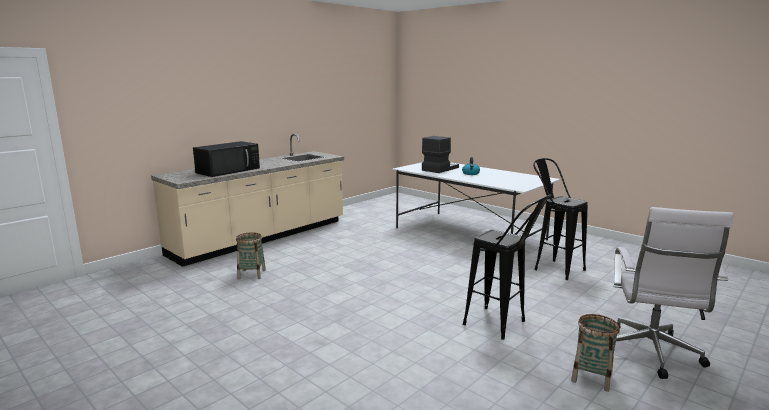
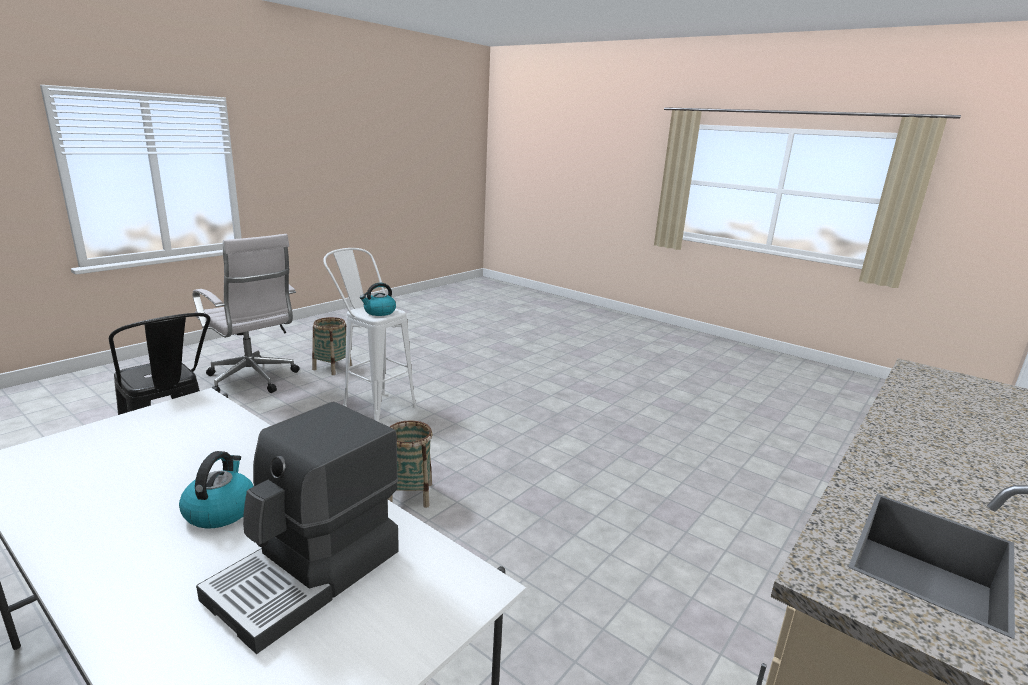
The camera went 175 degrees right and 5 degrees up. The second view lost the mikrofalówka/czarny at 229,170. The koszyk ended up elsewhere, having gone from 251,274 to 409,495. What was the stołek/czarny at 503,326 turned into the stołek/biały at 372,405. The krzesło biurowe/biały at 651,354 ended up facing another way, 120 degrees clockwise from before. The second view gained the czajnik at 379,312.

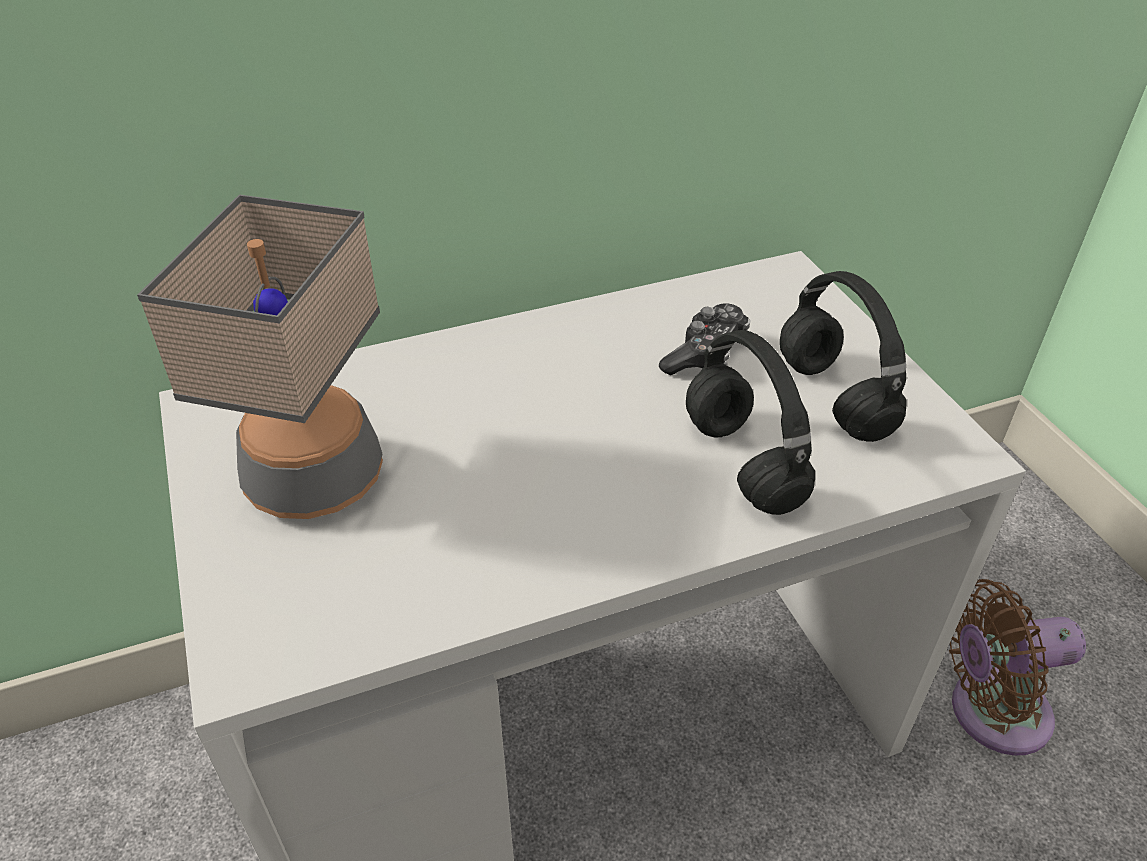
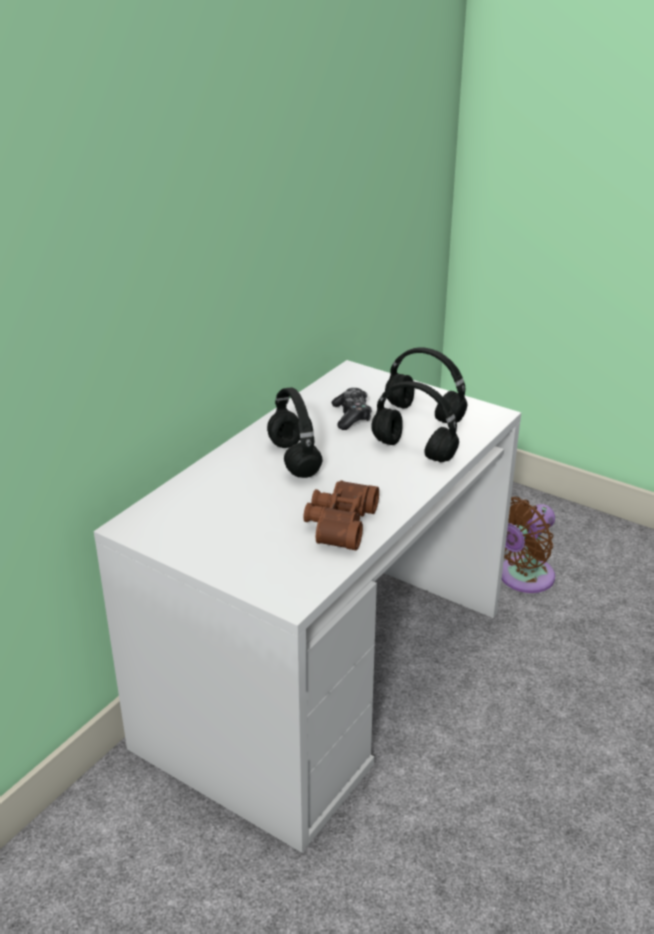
The camera went 35 degrees left and 10 degrees down. The second view lost the lampa stołowa at 314,478. The second view gained the słuchawki/czarny at 293,459. The second view gained the lornetka/brązowy at 338,524.

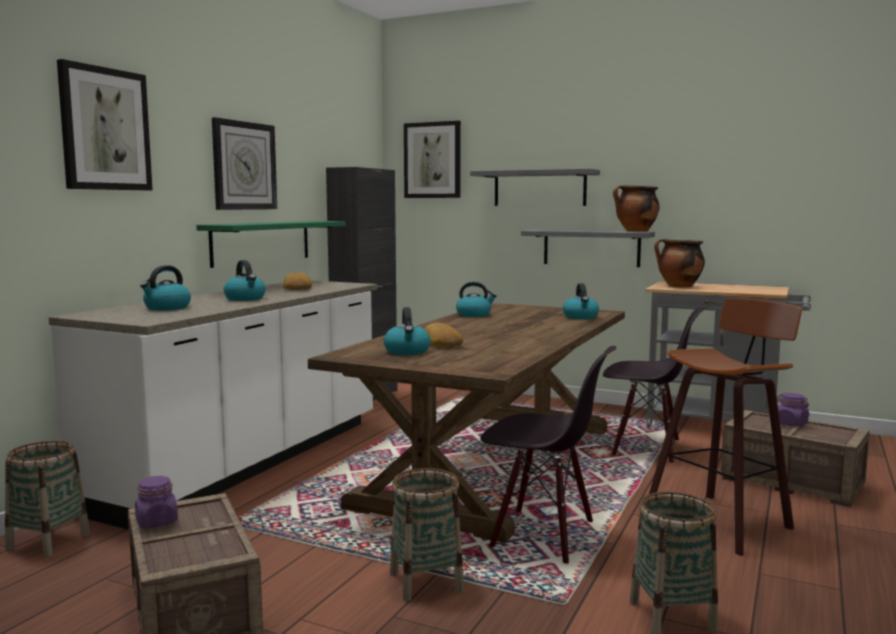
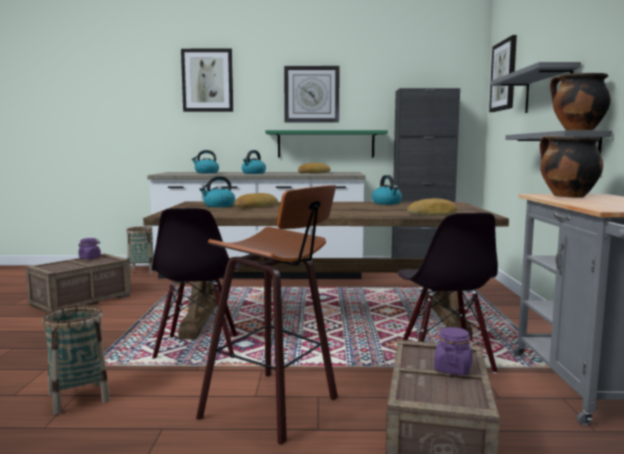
The camera went 65 degrees right and 0 degrees up. The second view lost the koszyk at 425,582. Where the czajnik stood at 581,317, the chleb came to stand at 433,214.

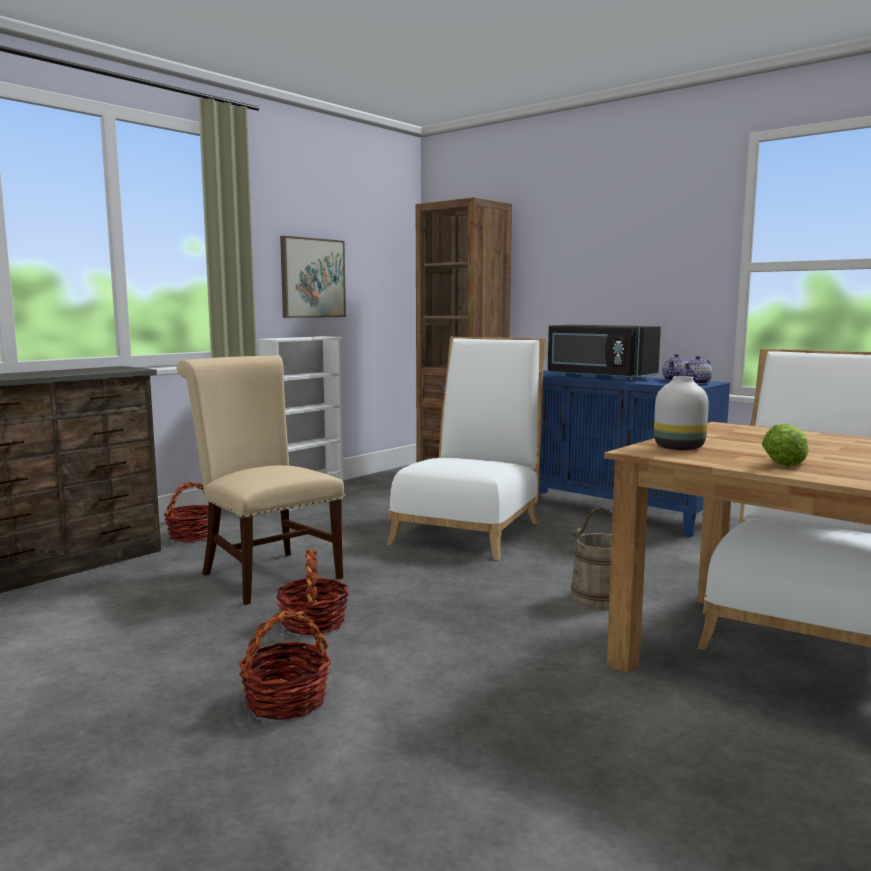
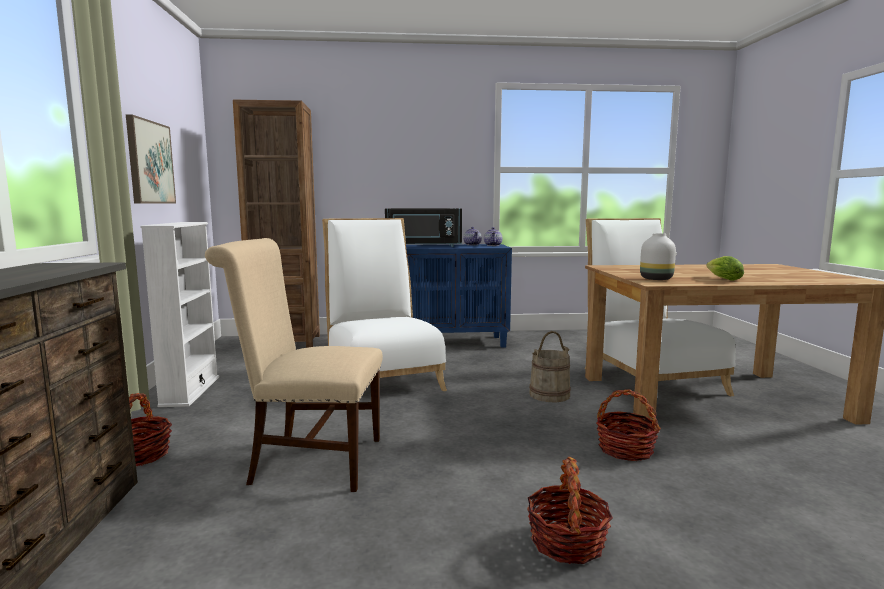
The camera went 45 degrees left and 0 degrees up. The koszyk ended up elsewhere, having gone from 313,623 to 625,449.

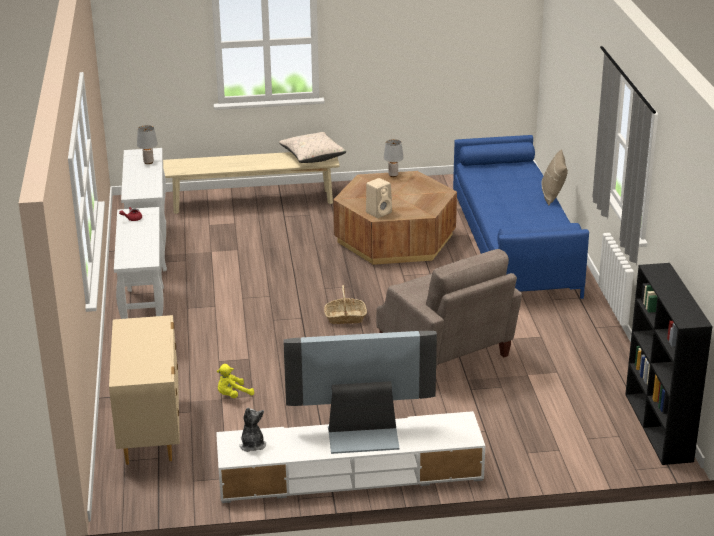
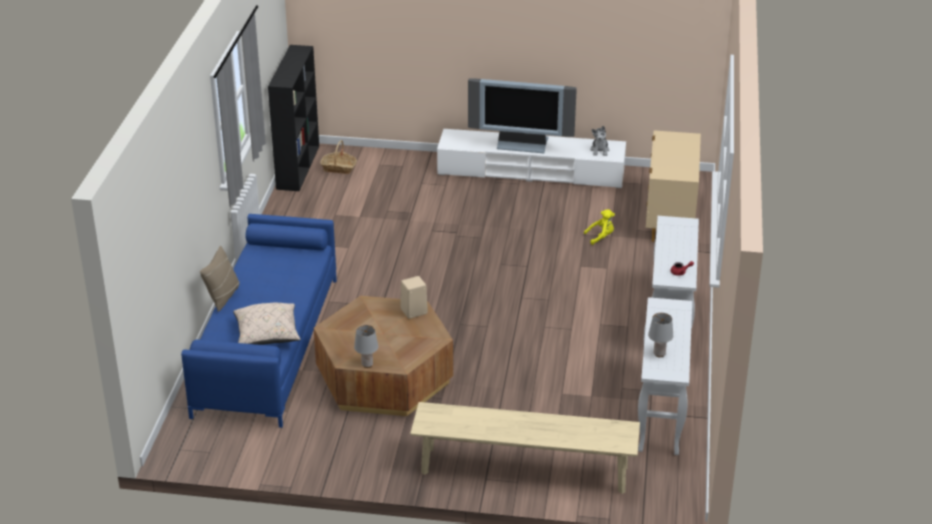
The camera went 165 degrees left and 5 degrees up. The poduszka/beżowy ended up elsewhere, having gone from 312,156 to 267,335. The koszyk ended up elsewhere, having gone from 345,317 to 339,168. The second view lost the fotel/beżowy at 446,353.

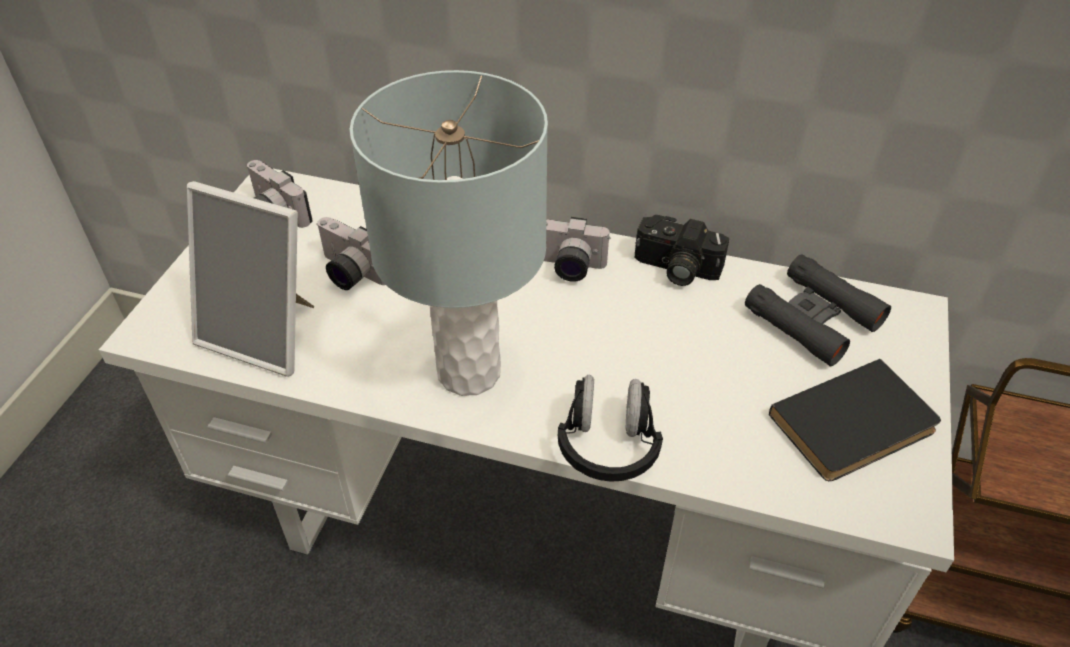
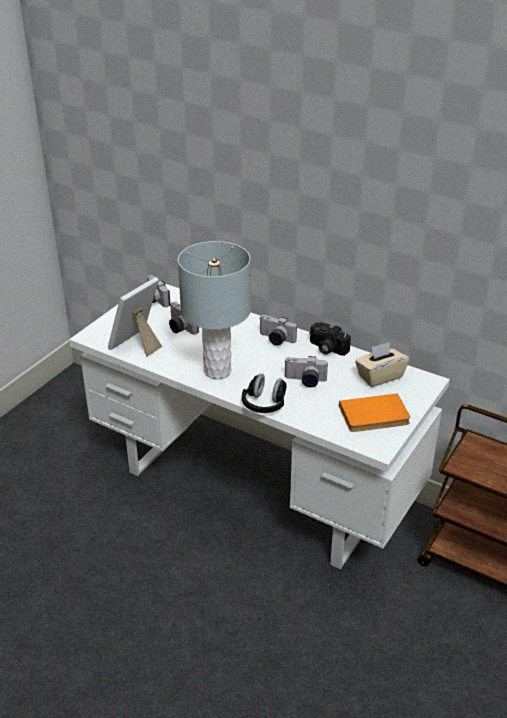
The camera went 15 degrees right and 10 degrees down. The ramka na zdjęcie at 266,334 ended up facing another way, 90 degrees clockwise from before. Where the lornetka/czarny stood at 813,318, the pudełko chusteczek/beżowy came to stand at 380,376. What was the książka/czarny at 856,426 turned into the książka/pomarańczowy at 374,416. The second view gained the aparat fotograficzny at 305,381.

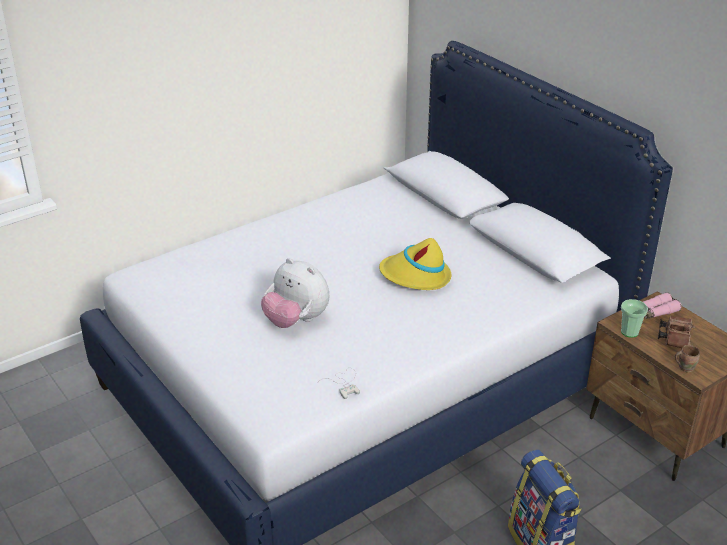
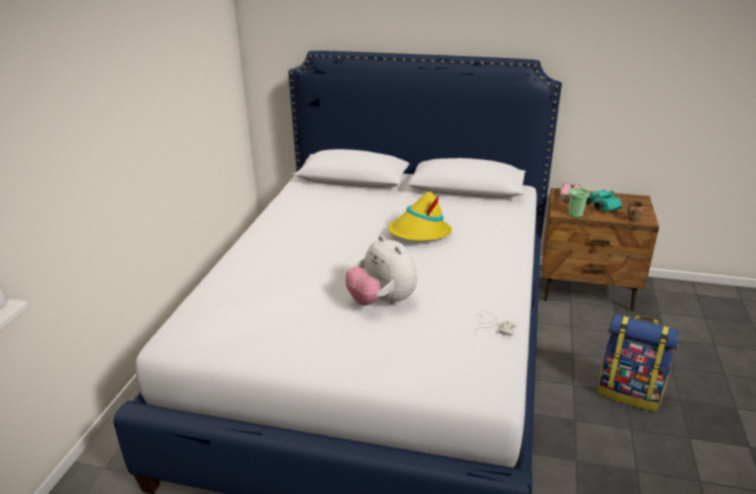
The camera went 40 degrees left and 5 degrees down. The pluszak at 296,320 ended up facing another way, 60 degrees clockwise from before. What was the lornetka/brązowy at 675,337 turned into the lornetka/turkusowy at 601,206.

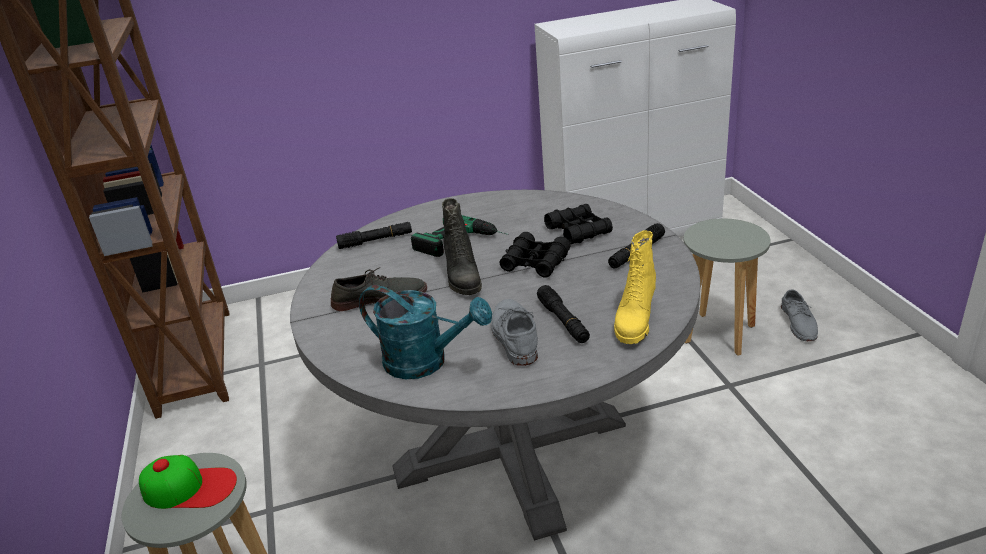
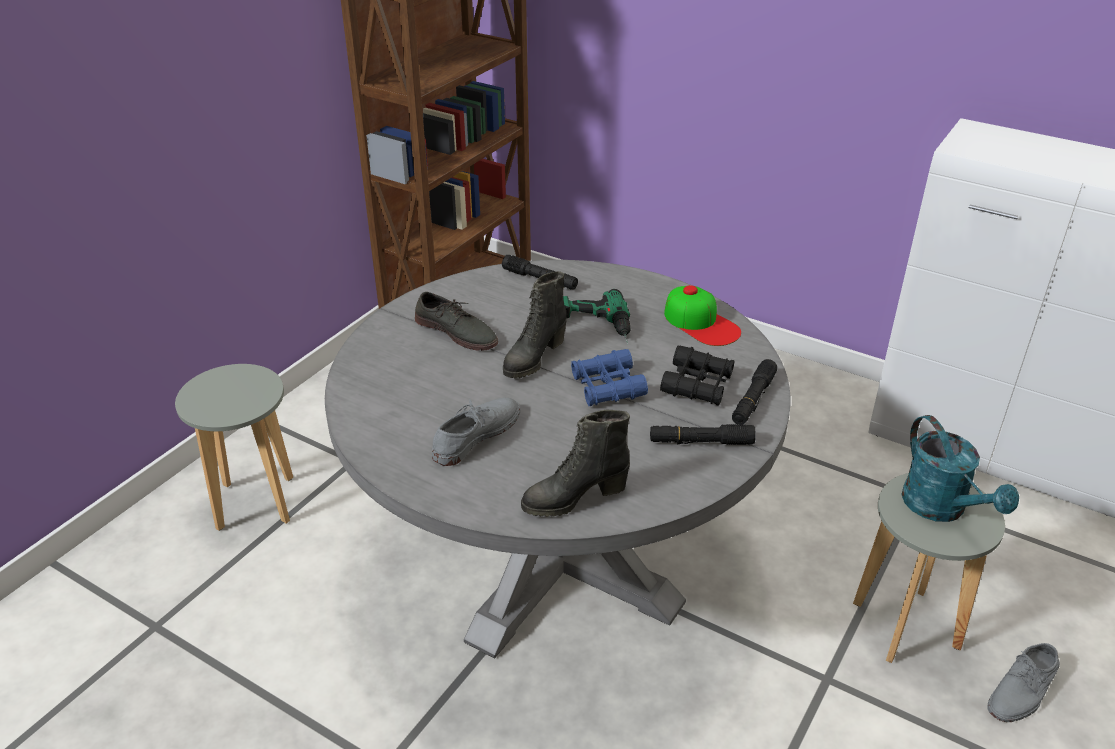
The camera went 45 degrees right and 5 degrees up. The czapka z daszkiem ended up elsewhere, having gone from 189,487 to 701,323. The konewka/turkusowy ended up elsewhere, having gone from 426,362 to 942,508. What was the lornetka/czarny at 535,263 turned into the lornetka/niebieski at 607,386. The latarka/czarny ended up elsewhere, having gone from 563,321 to 753,399. What was the but z cholewką/żółty at 634,321 turned into the but z cholewką/czarny at 574,498.

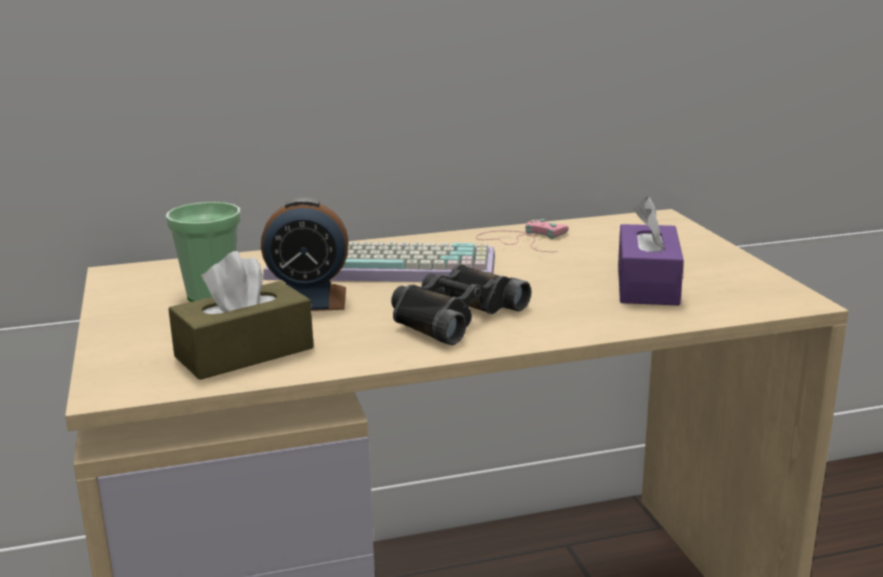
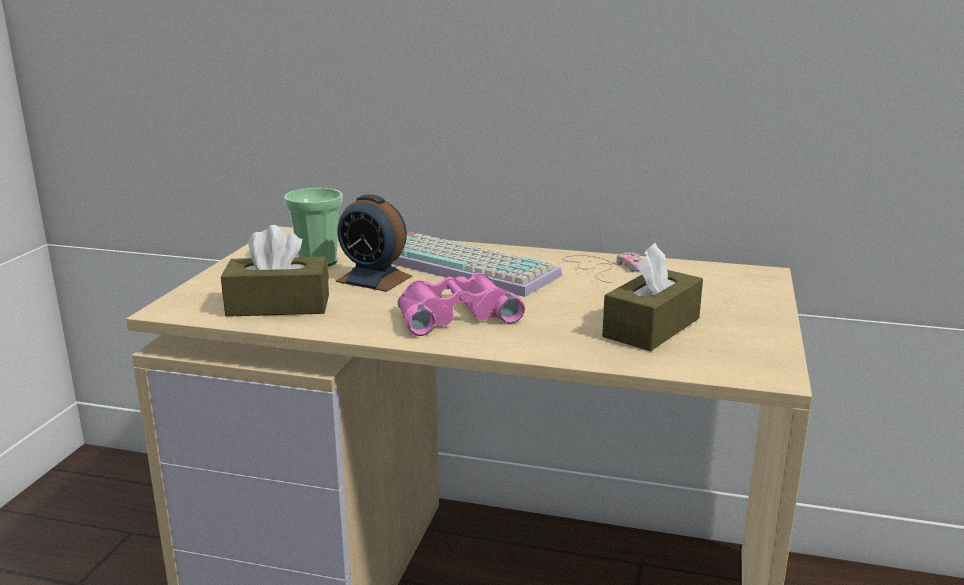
The camera went 30 degrees right and 0 degrees up. What was the lornetka/czarny at 453,315 turned into the lornetka/różowy at 455,314. What was the pudełko chusteczek/fioletowy at 647,284 turned into the pudełko chusteczek/brązowy at 651,327.

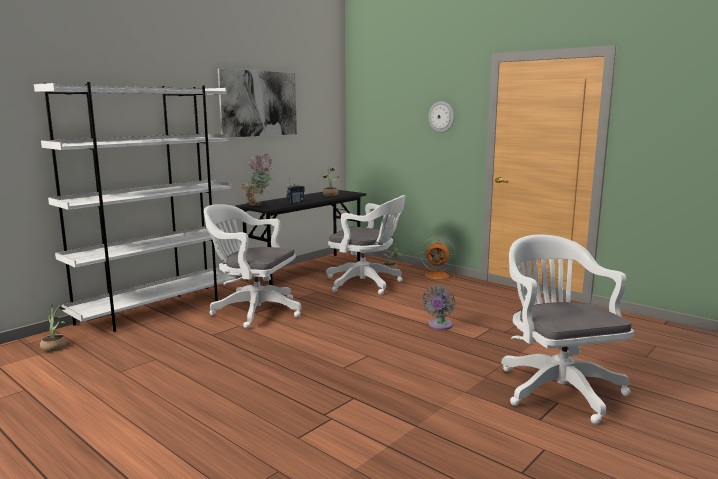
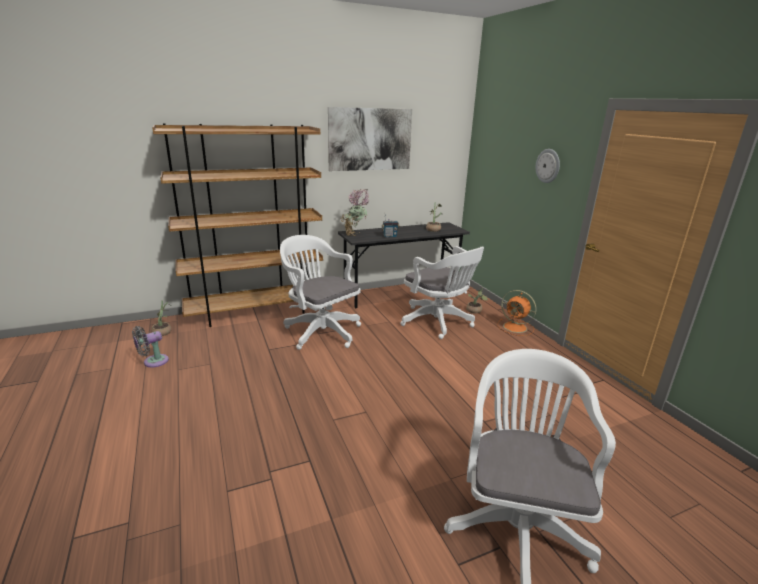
The camera went 25 degrees right and 10 degrees up. What was the regał/biały at 158,309 turned into the regał/brązowy at 256,312. The wentylator/szary ended up elsewhere, having gone from 439,326 to 153,362.

